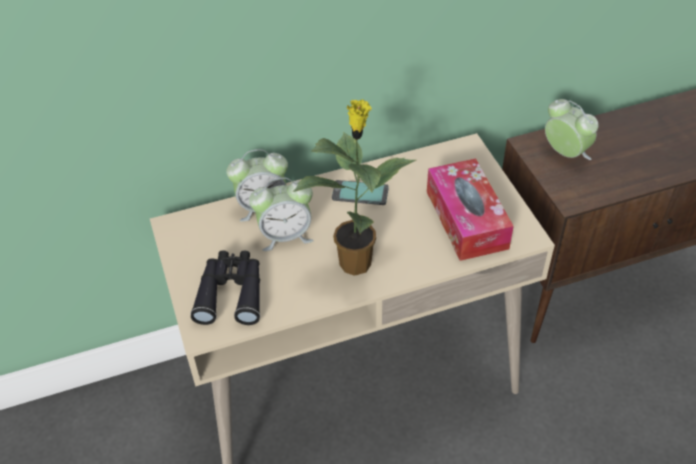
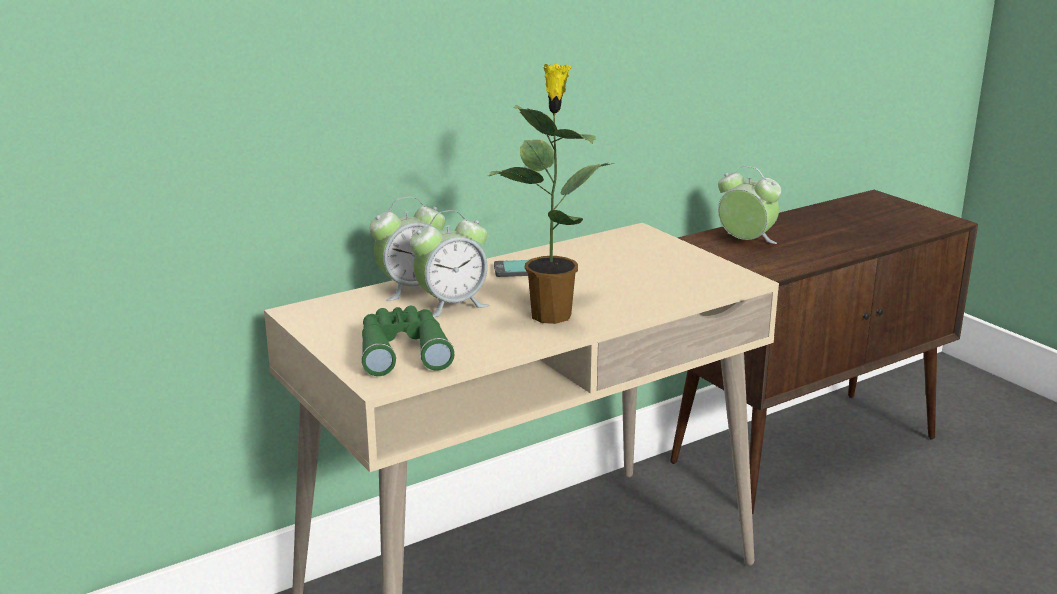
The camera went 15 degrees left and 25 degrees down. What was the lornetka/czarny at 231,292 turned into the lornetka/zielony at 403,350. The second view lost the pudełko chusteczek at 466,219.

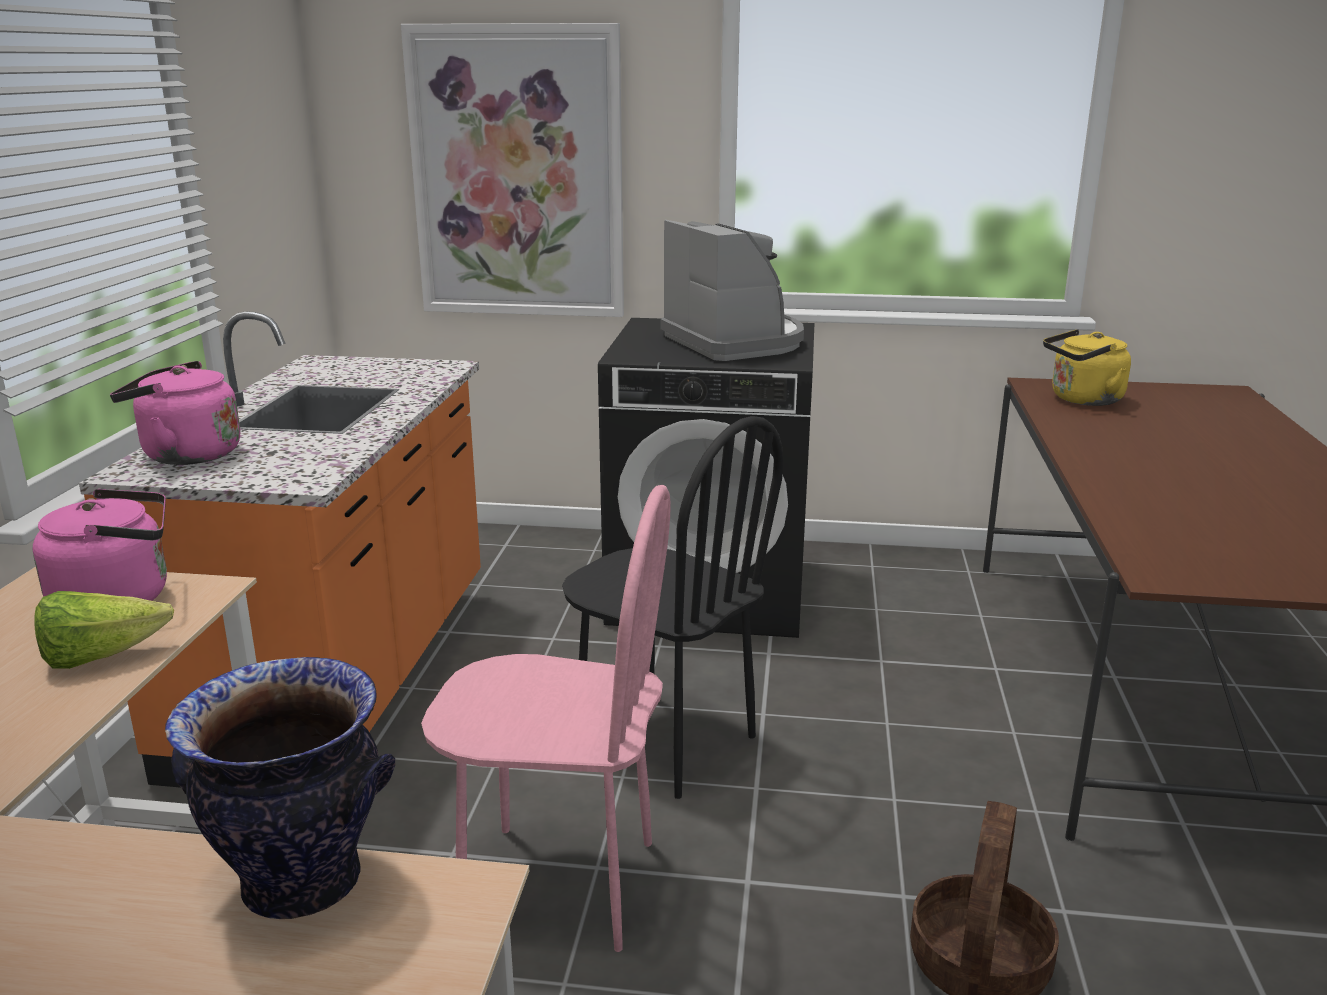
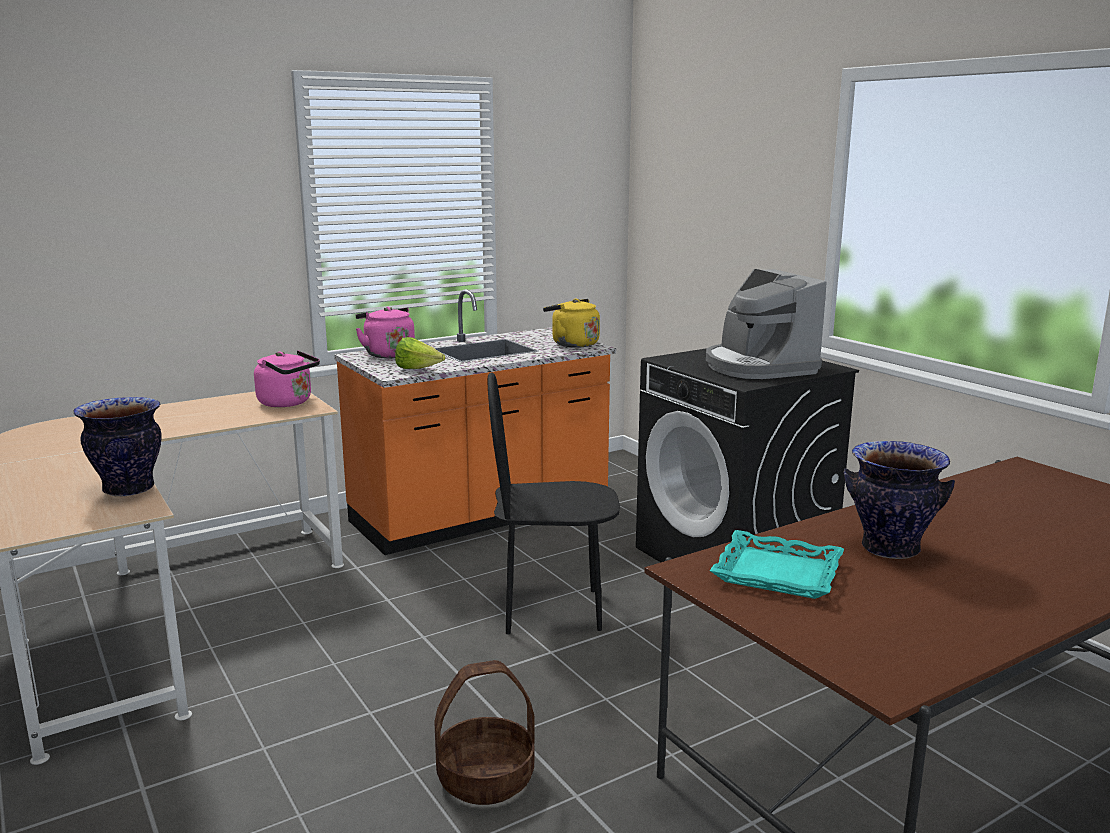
The camera went 50 degrees right and 5 degrees down. The sałata ended up elsewhere, having gone from 100,657 to 418,369. The second view lost the obraz at 518,174. The second view lost the krzesło/różowy at 559,884. The krzesło/czarny at 664,742 ended up facing another way, 90 degrees clockwise from before. The ekspres do kawy at 735,342 ended up facing another way, 135 degrees clockwise from before. The czajnik/żółty ended up elsewhere, having gone from 1082,400 to 572,344. The second view gained the taca/turkusowy at 777,573. The second view gained the wazon at 890,549.

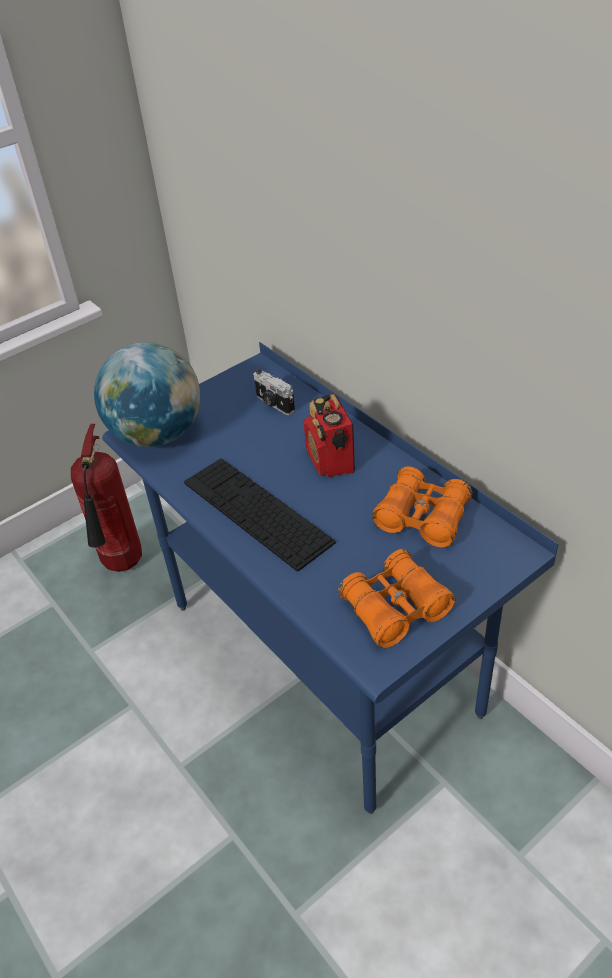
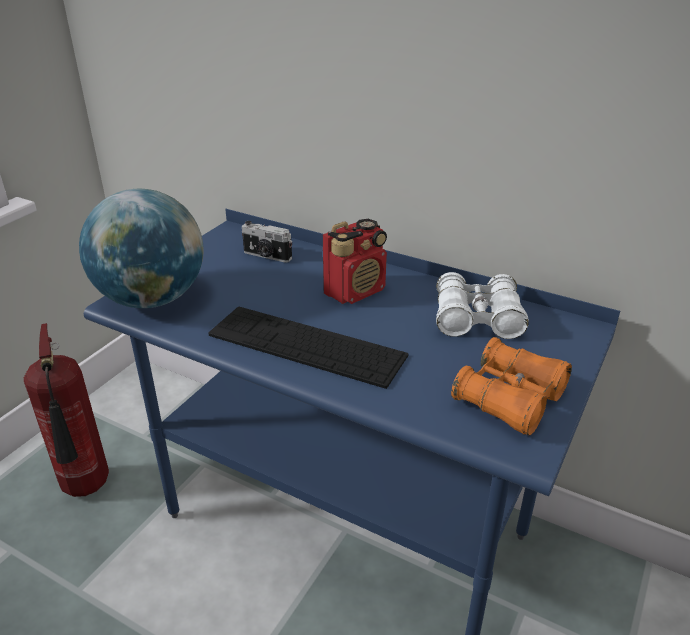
The camera went 25 degrees left and 10 degrees down. The radio at 330,462 ended up facing another way, 90 degrees counterclockwise from before. What was the lornetka/pomarańczowy at 422,517 turned into the lornetka/biały at 477,319.

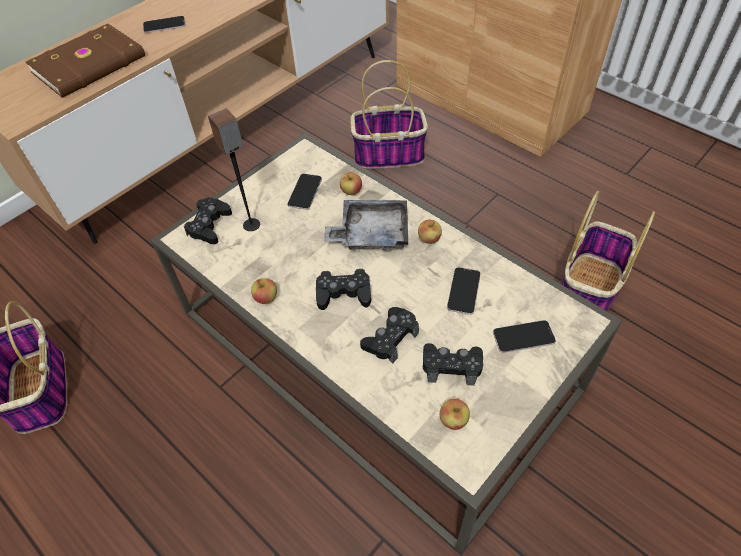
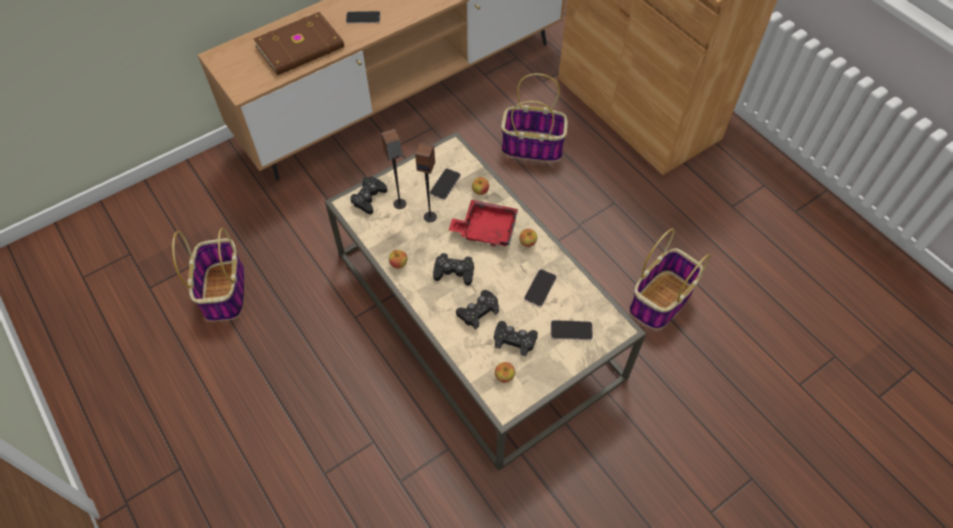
The camera went 10 degrees right and 5 degrees up. What was the taca/szary at 371,233 turned into the taca/czerwony at 486,229. The second view gained the głośnik at 430,216.

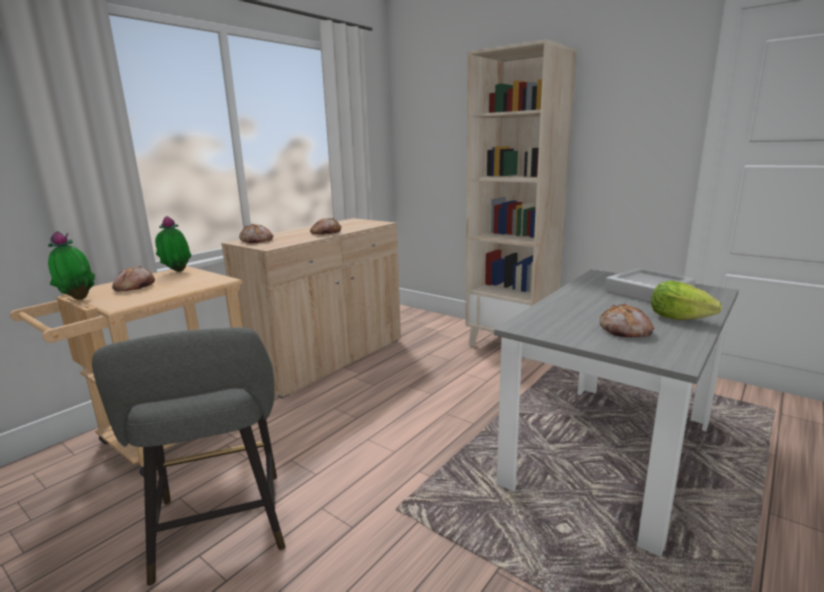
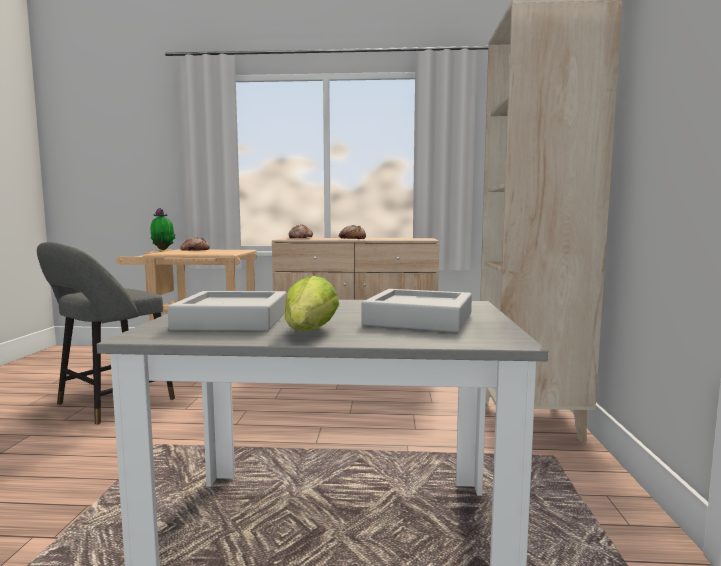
The camera went 55 degrees right and 10 degrees down. The second view lost the roślina doniczkowa at 176,272. Where the chleb stood at 625,331, the taca/szary came to stand at 233,320.

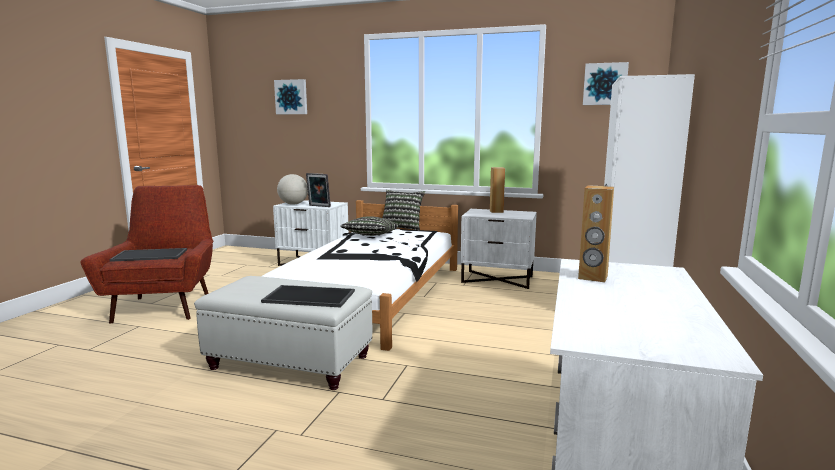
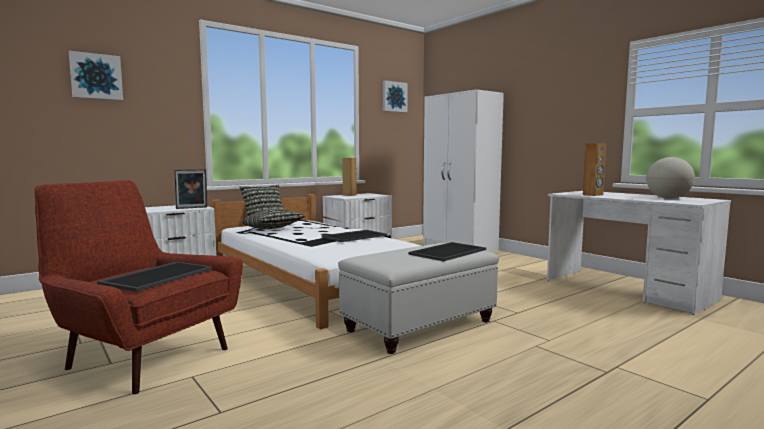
The camera went 55 degrees left and 5 degrees down. The globus ended up elsewhere, having gone from 293,204 to 668,198. The second view gained the taca at 354,236.

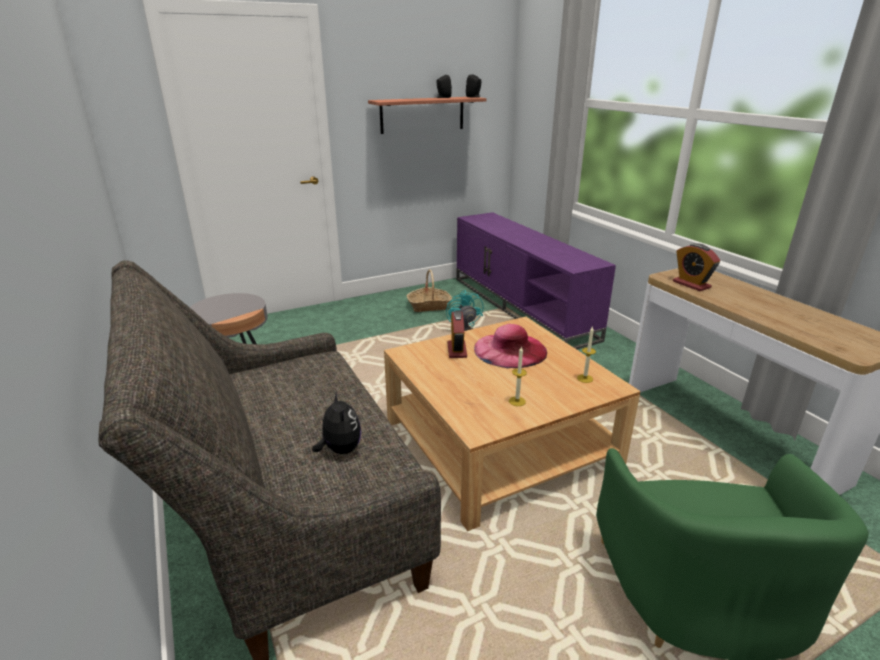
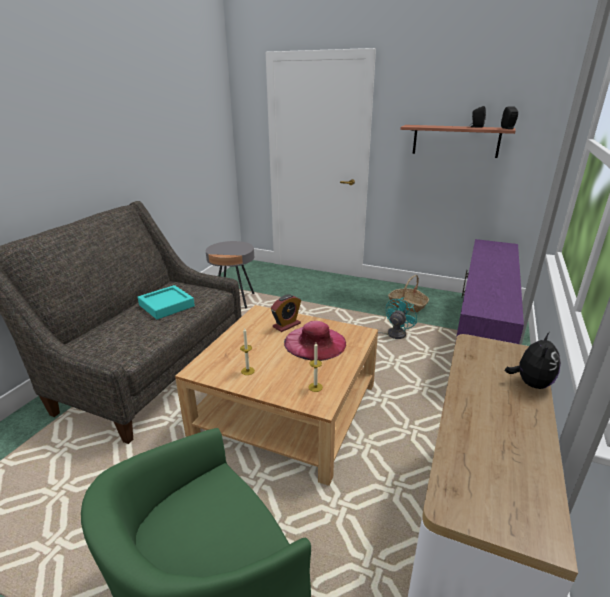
The camera went 50 degrees right and 0 degrees up. The pluszak ended up elsewhere, having gone from 340,449 to 530,383. The second view lost the budzik at 691,284. The second view gained the taca/turkusowy at 166,306.

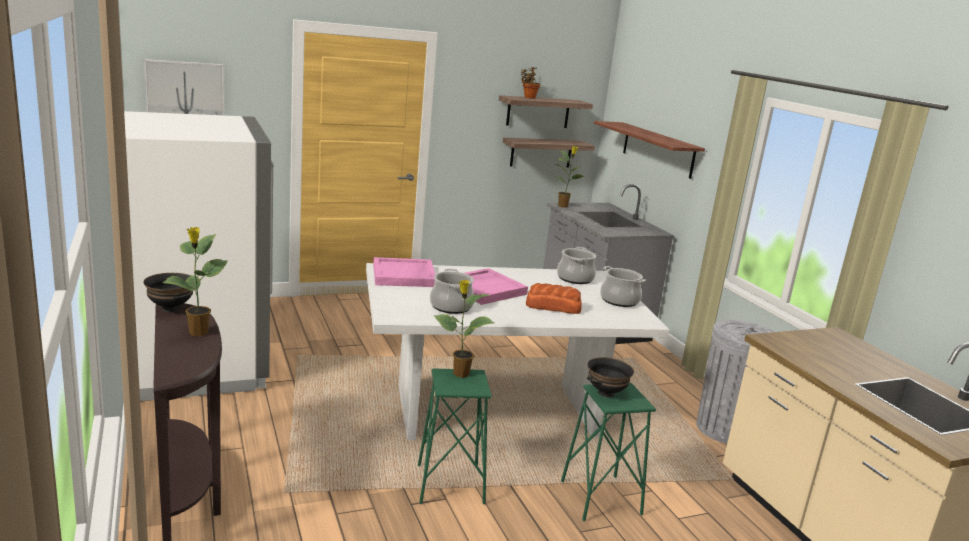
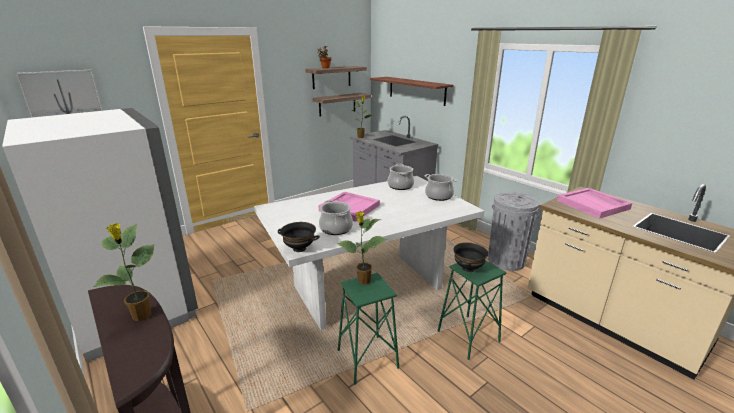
The camera went 15 degrees left and 5 degrees up. The miska/czarny ended up elsewhere, having gone from 170,308 to 299,249. The taca/różowy ended up elsewhere, having gone from 404,276 to 593,205. The second view lost the chleb at 552,306.

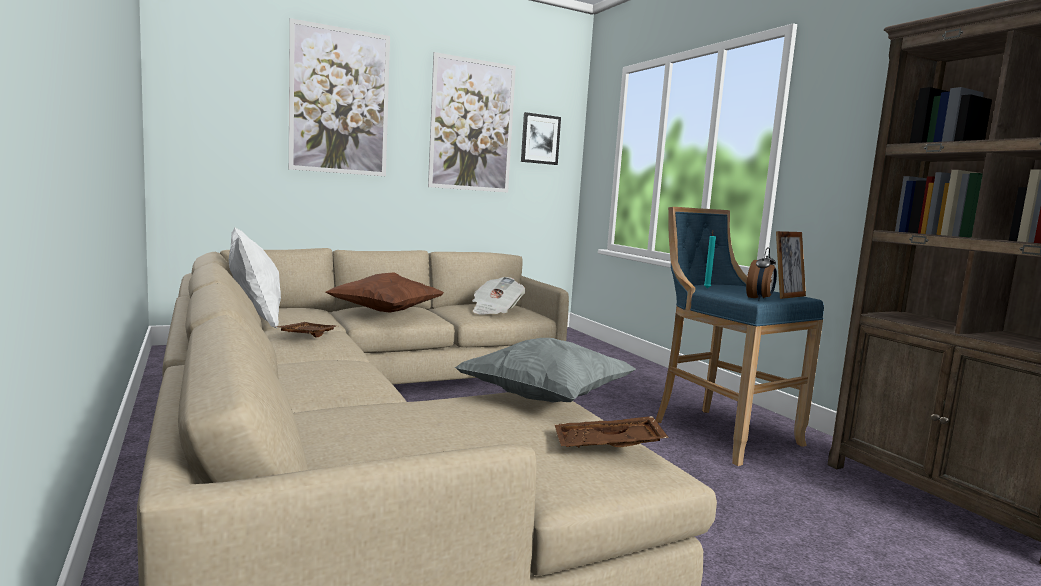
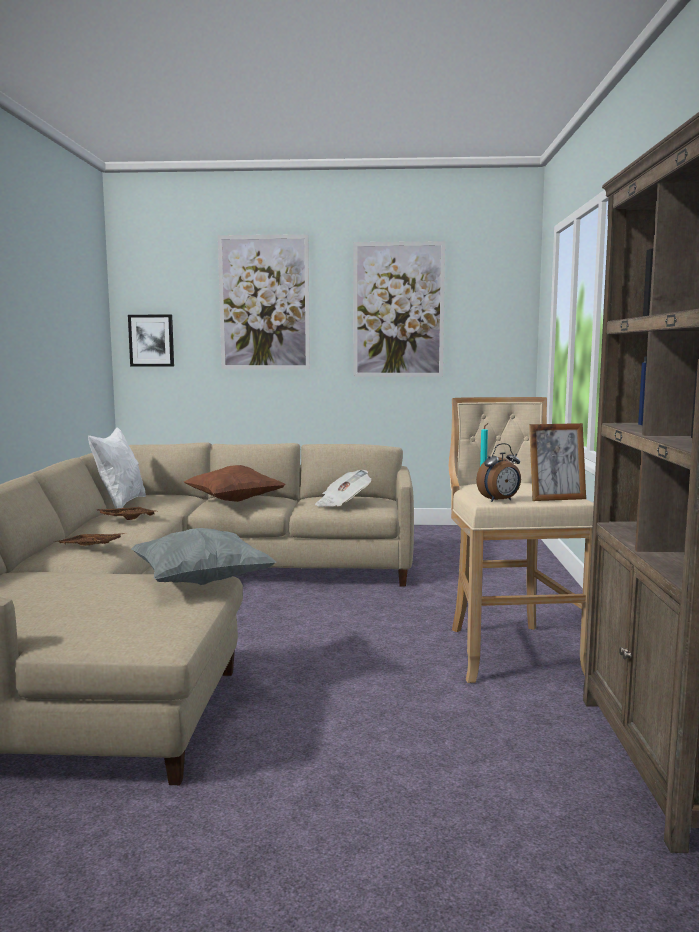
The camera went 30 degrees right and 0 degrees up. The obraz ended up elsewhere, having gone from 540,139 to 151,340. The taca/brązowy ended up elsewhere, having gone from 608,446 to 89,547. What was the stołek/niebieski at 720,433 turned into the stołek/beżowy at 509,650.

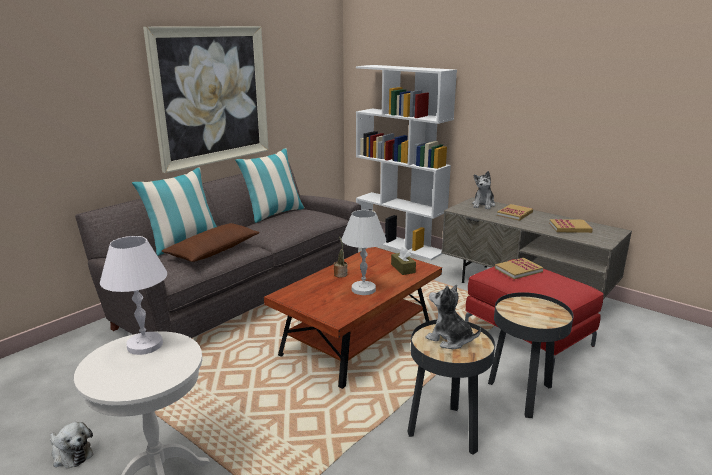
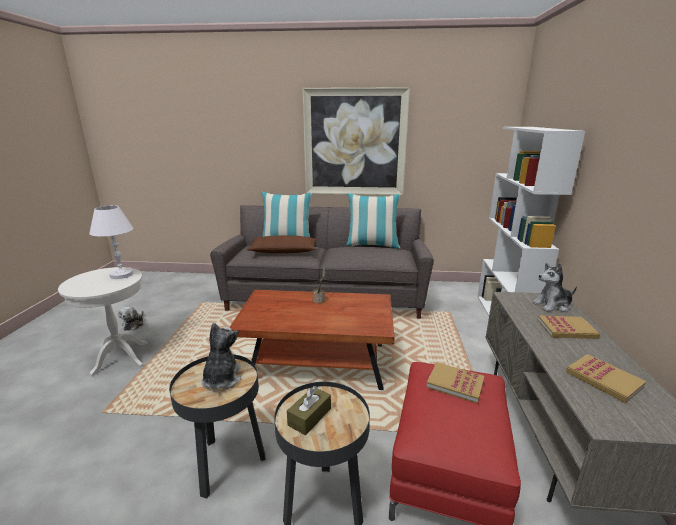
The camera went 55 degrees right and 0 degrees up. The second view lost the lampa stołowa/biały at 363,289. The pudełko chusteczek/brązowy ended up elsewhere, having gone from 403,268 to 309,417.

